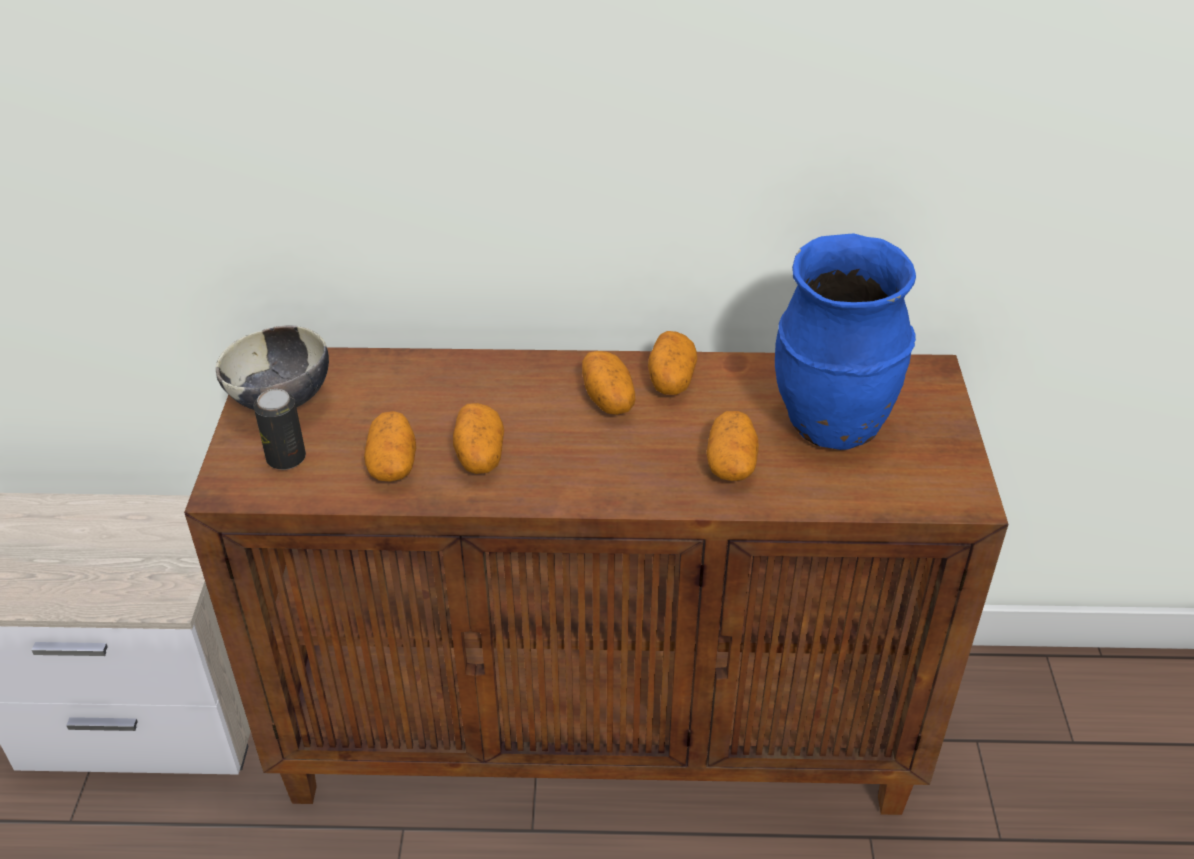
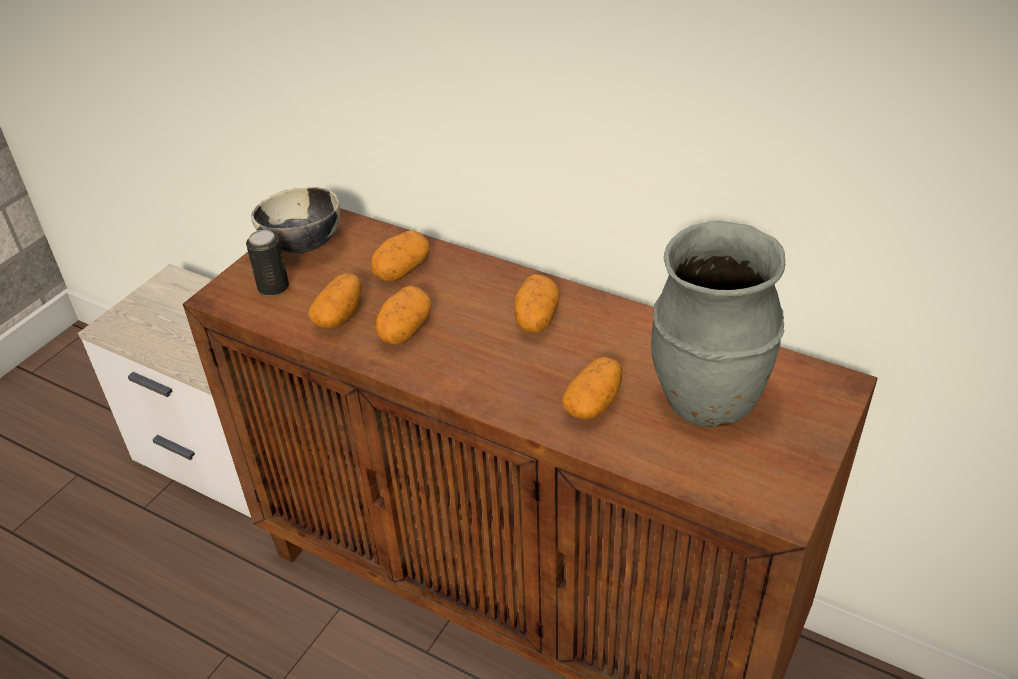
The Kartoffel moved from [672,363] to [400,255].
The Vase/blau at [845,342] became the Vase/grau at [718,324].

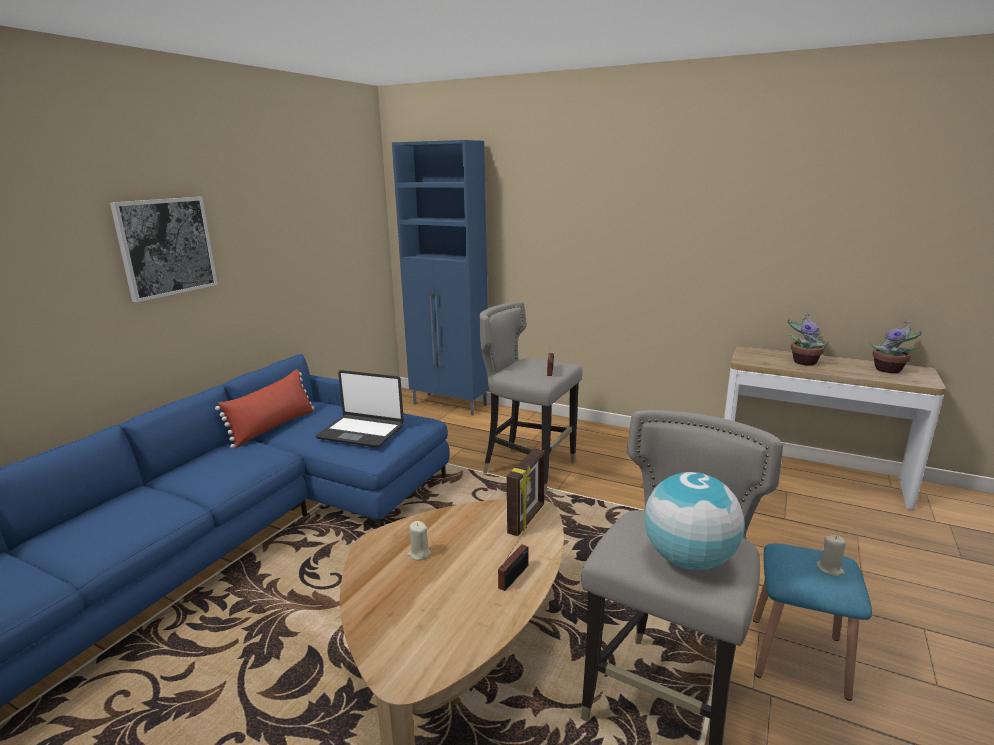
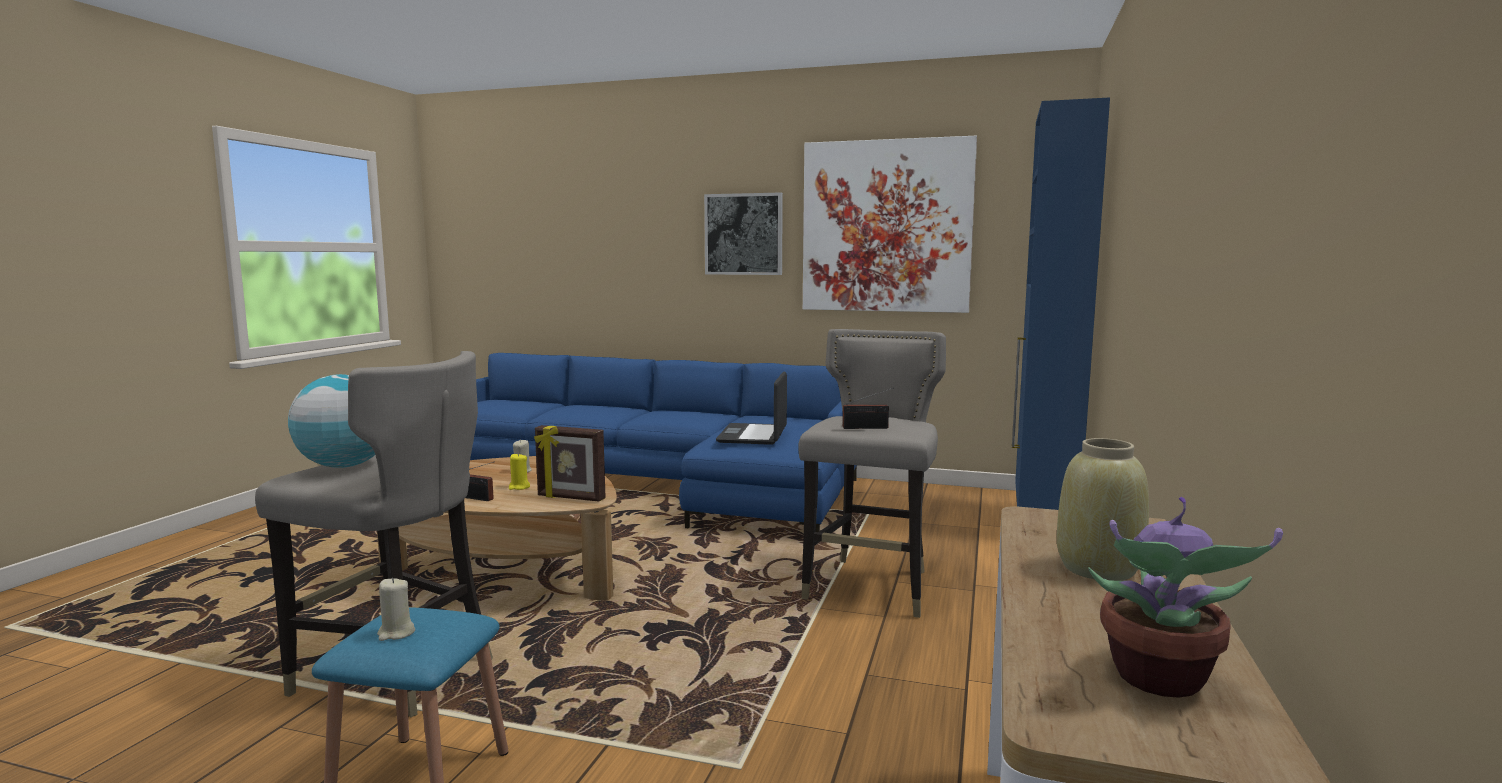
The Kerze/gelb at [519,472] appeared.
The Bild at [890,224] appeared.
The Topfpflanze at [808,340] was replaced by the Vase/beige at [1103,509].
The Kissen/rot at [264,408] disappeared.

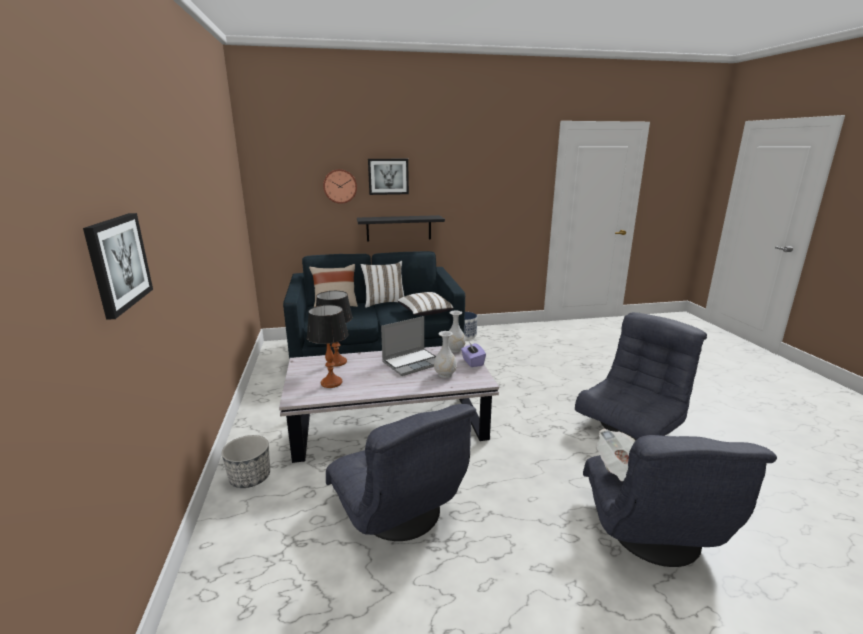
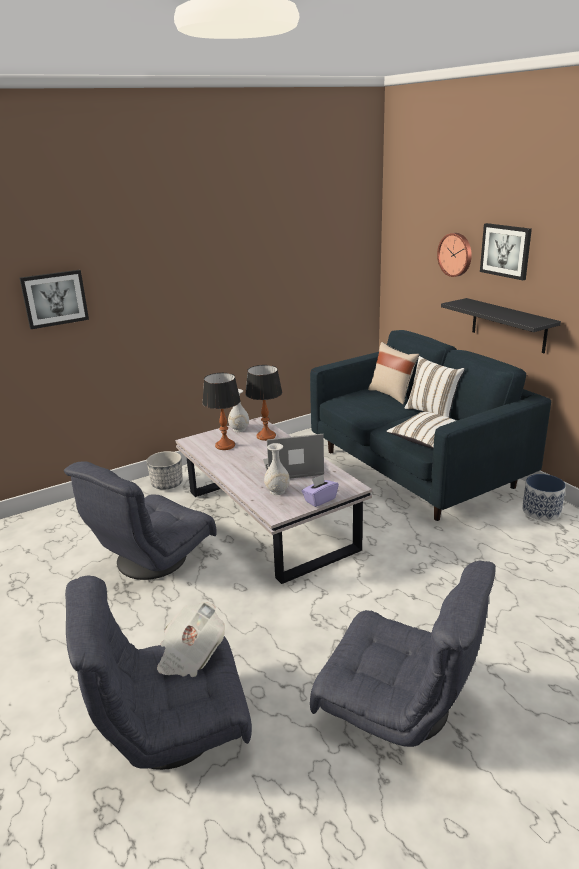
The Vase/weiß moved from [457,331] to [238,410].
The Laptop at [408,346] turned 135 degrees clockwise.

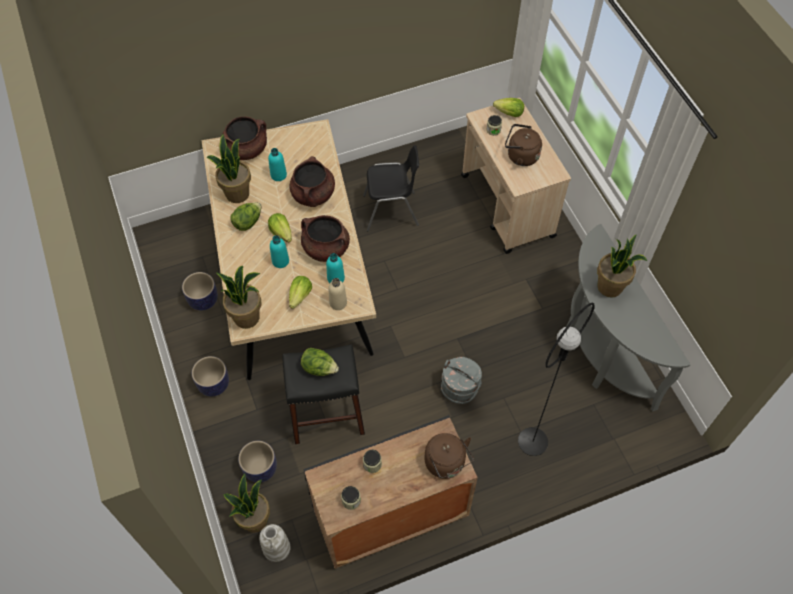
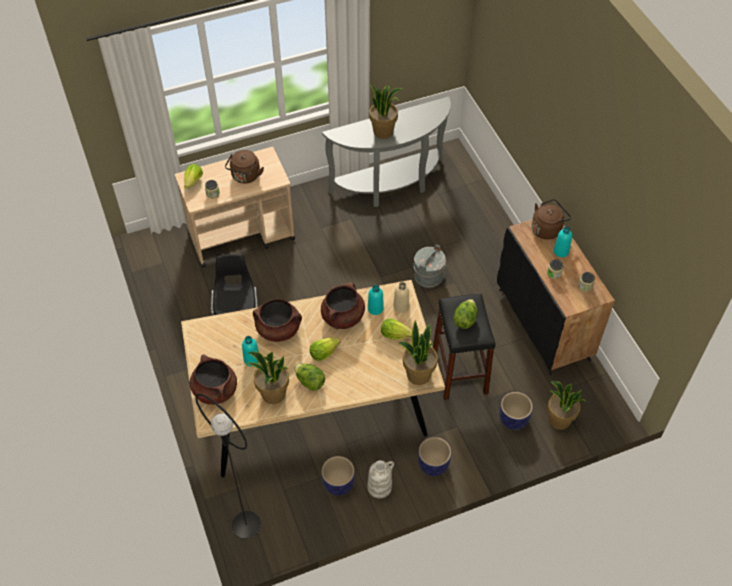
The Stehlampe/schwarz moved from [556,379] to [228,466].
The Vase/weiß moved from [275,543] to [381,479].
The Flasche/türkis moved from [279,251] to [563,241].

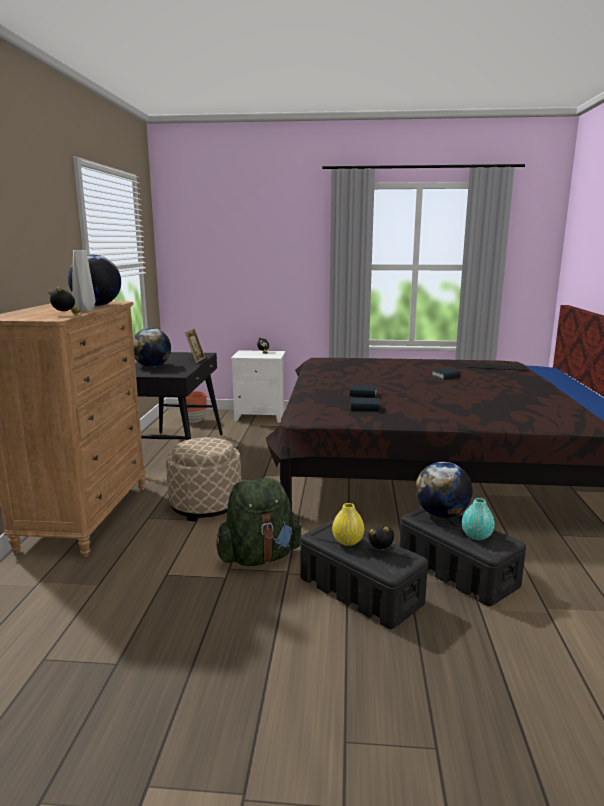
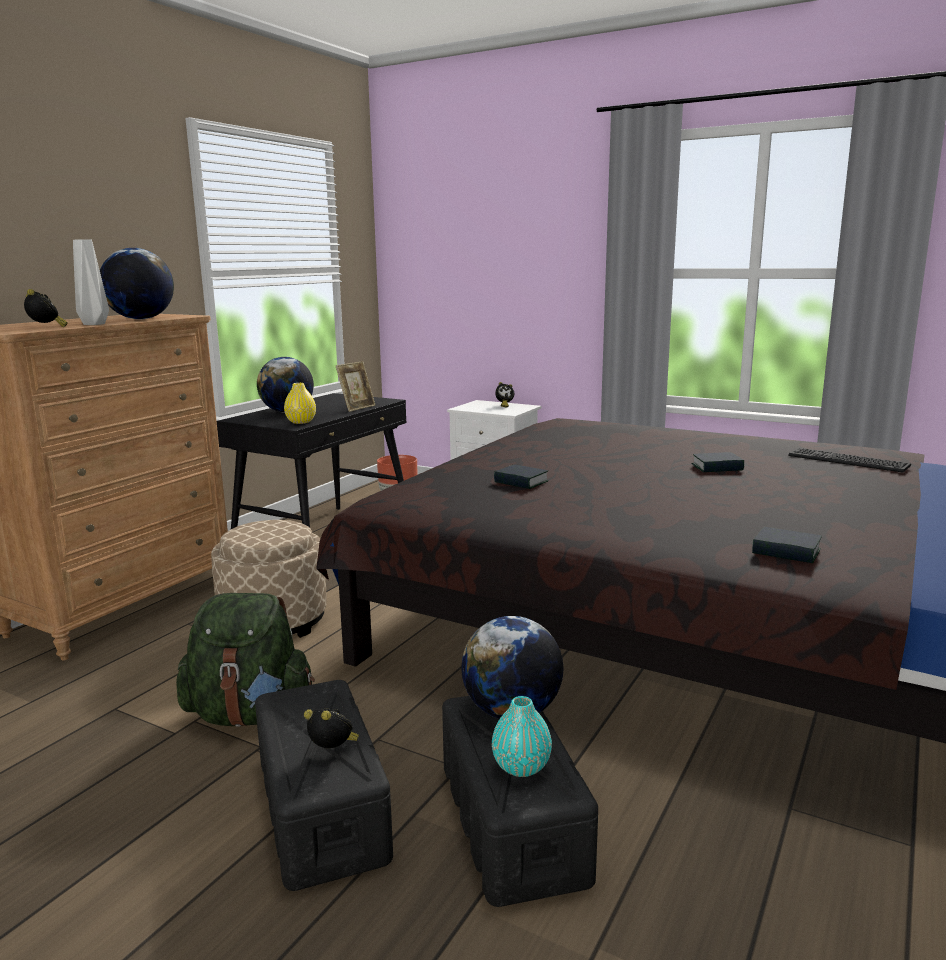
The Vase/gelb moved from [348,524] to [300,403].
The Buch moved from [365,404] to [787,545].

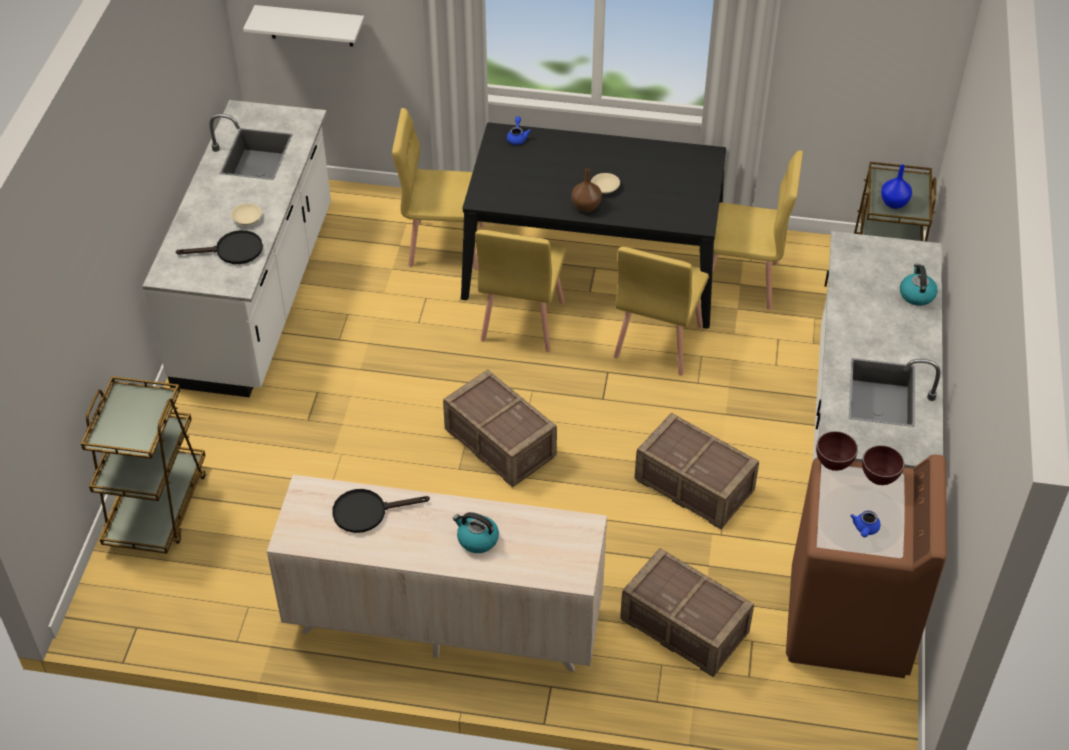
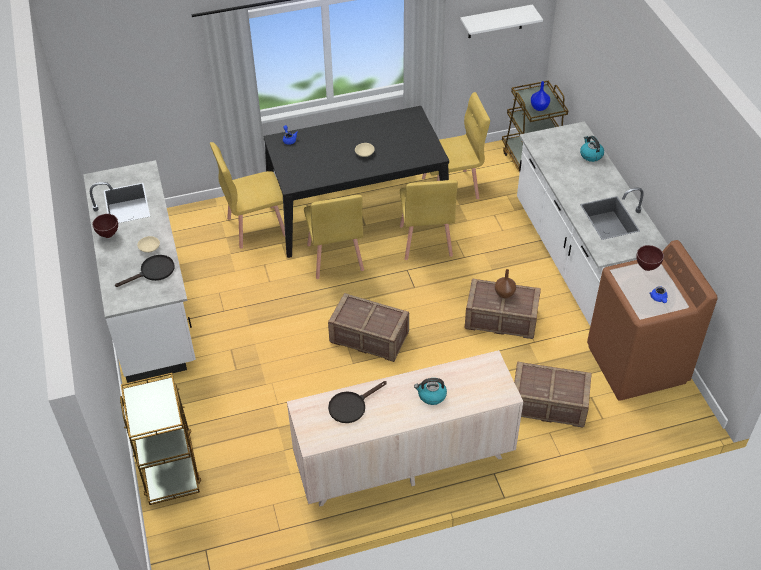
The Schüssel/braun moved from [837,451] to [105,226].
The Wandregal/weiß moved from [303,25] to [501,21].
The Vase/braun moved from [587,190] to [505,283].

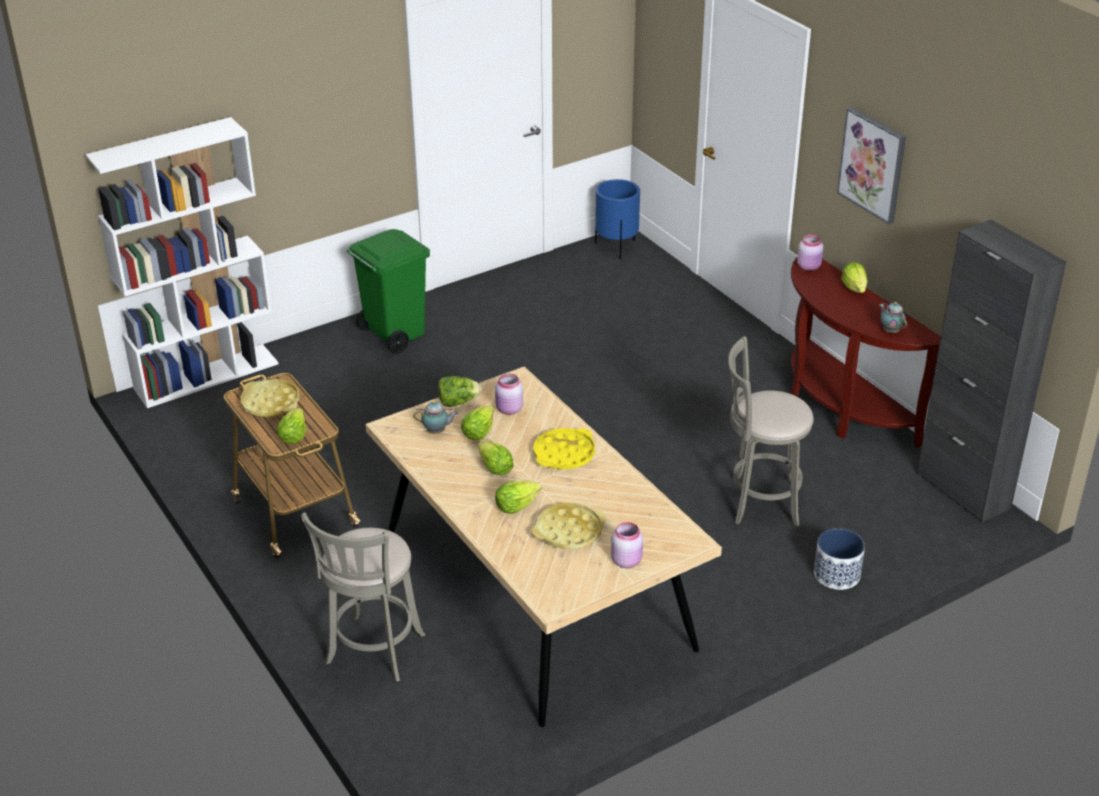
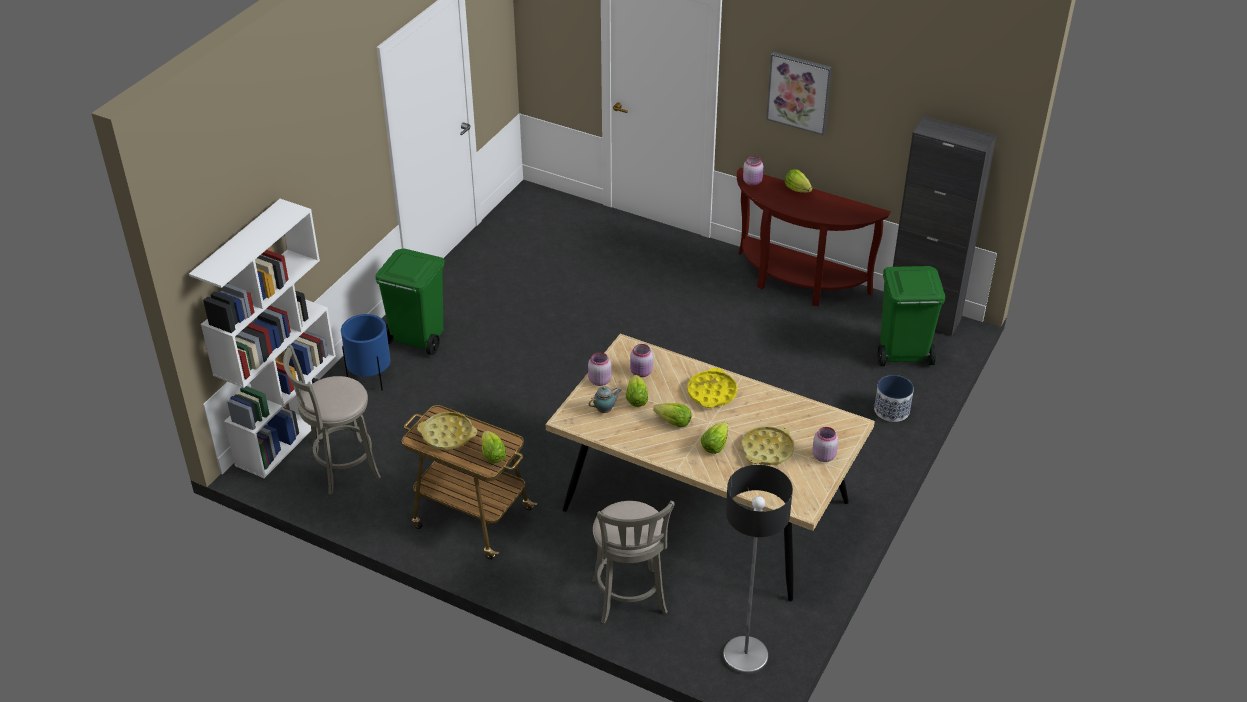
The Hocker/grau moved from [771,431] to [332,419].
The Pflanzkübel/blau moved from [617,219] to [365,352].
The Salatkopf at [460,391] was replaced by the Vorratsglas/rosa at [599,369].
The Stehlampe at [758,569] appeared.
The Mülleimer/grün at [911,316] appeared.
The Teekanne at [893,317] disappeared.

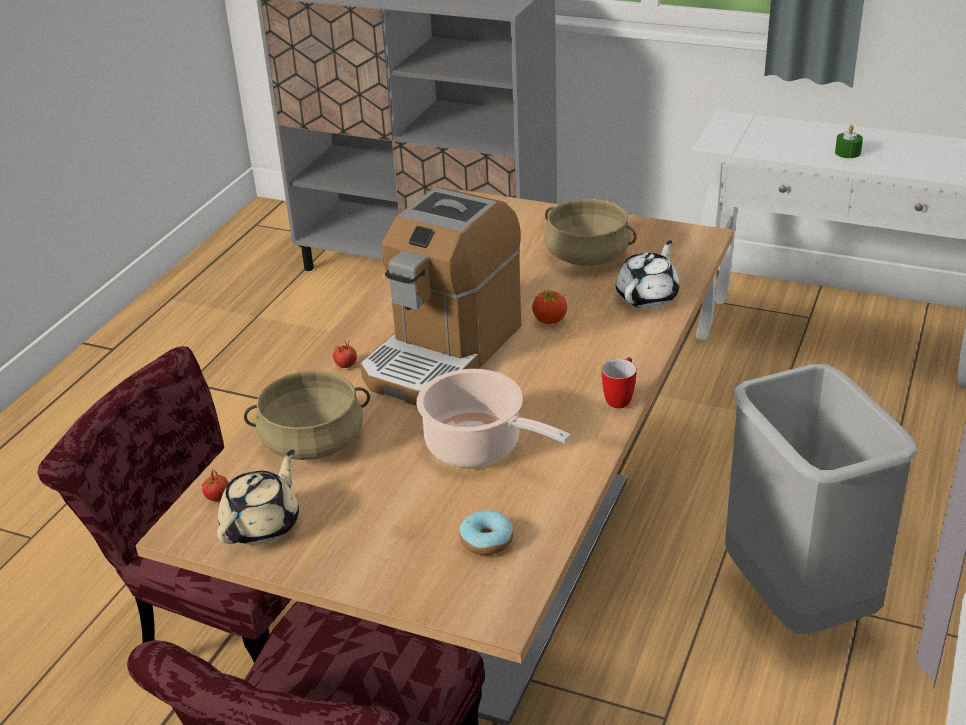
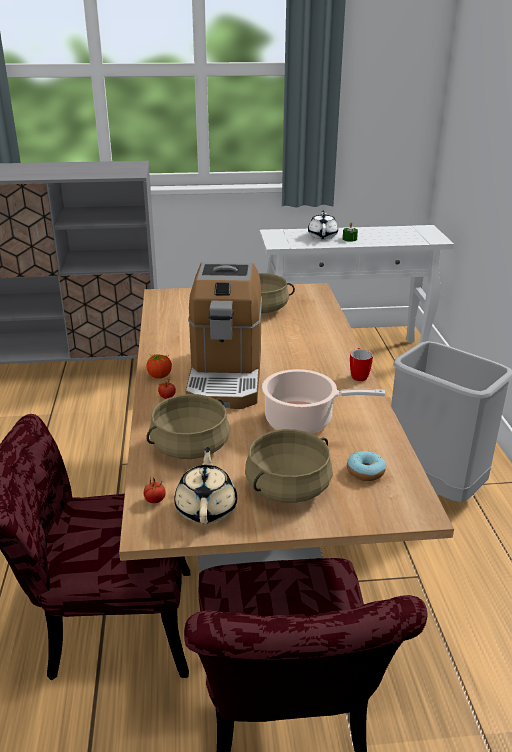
The Tomate moved from [549,306] to [159,366].
The Kochtopf/beige at [289,466] appeared.
The Teekanne/weiß moved from [647,274] to [323,225].

